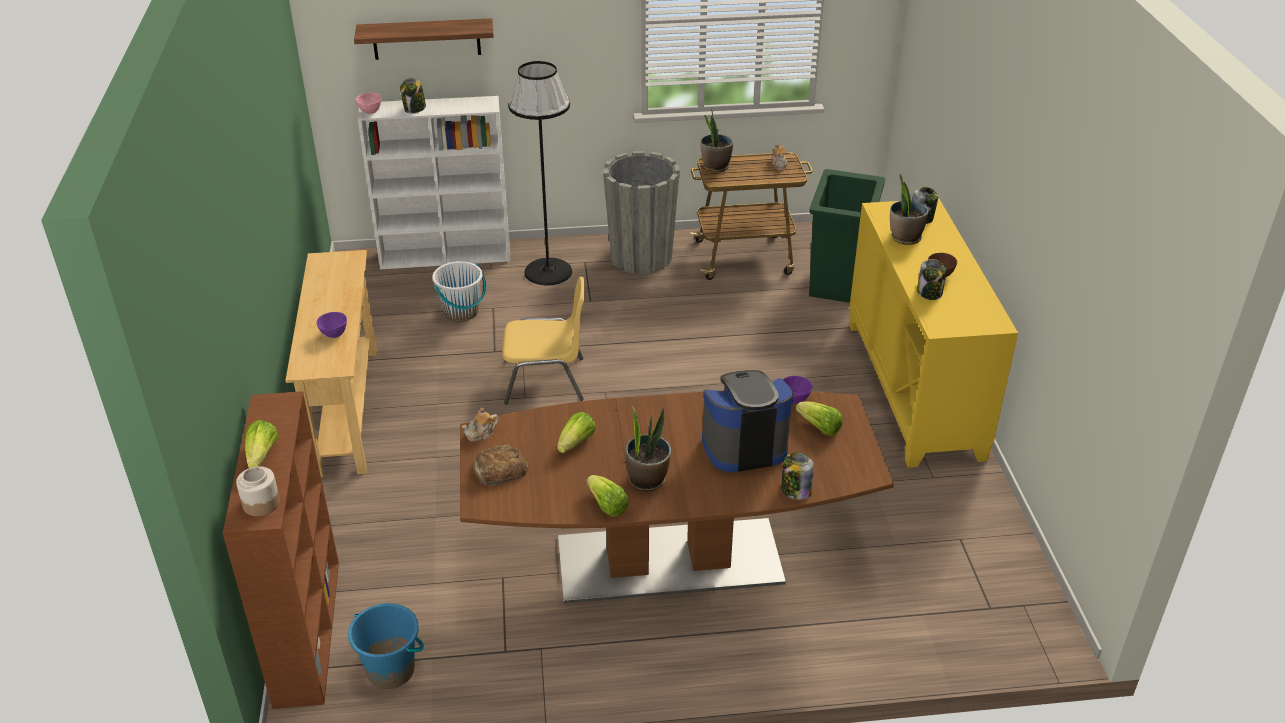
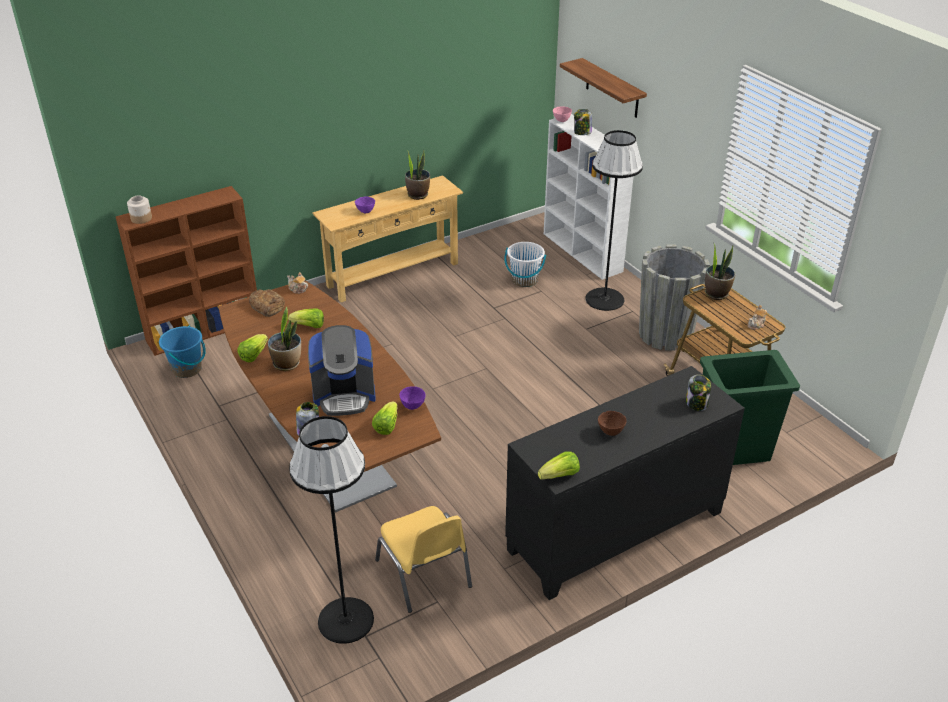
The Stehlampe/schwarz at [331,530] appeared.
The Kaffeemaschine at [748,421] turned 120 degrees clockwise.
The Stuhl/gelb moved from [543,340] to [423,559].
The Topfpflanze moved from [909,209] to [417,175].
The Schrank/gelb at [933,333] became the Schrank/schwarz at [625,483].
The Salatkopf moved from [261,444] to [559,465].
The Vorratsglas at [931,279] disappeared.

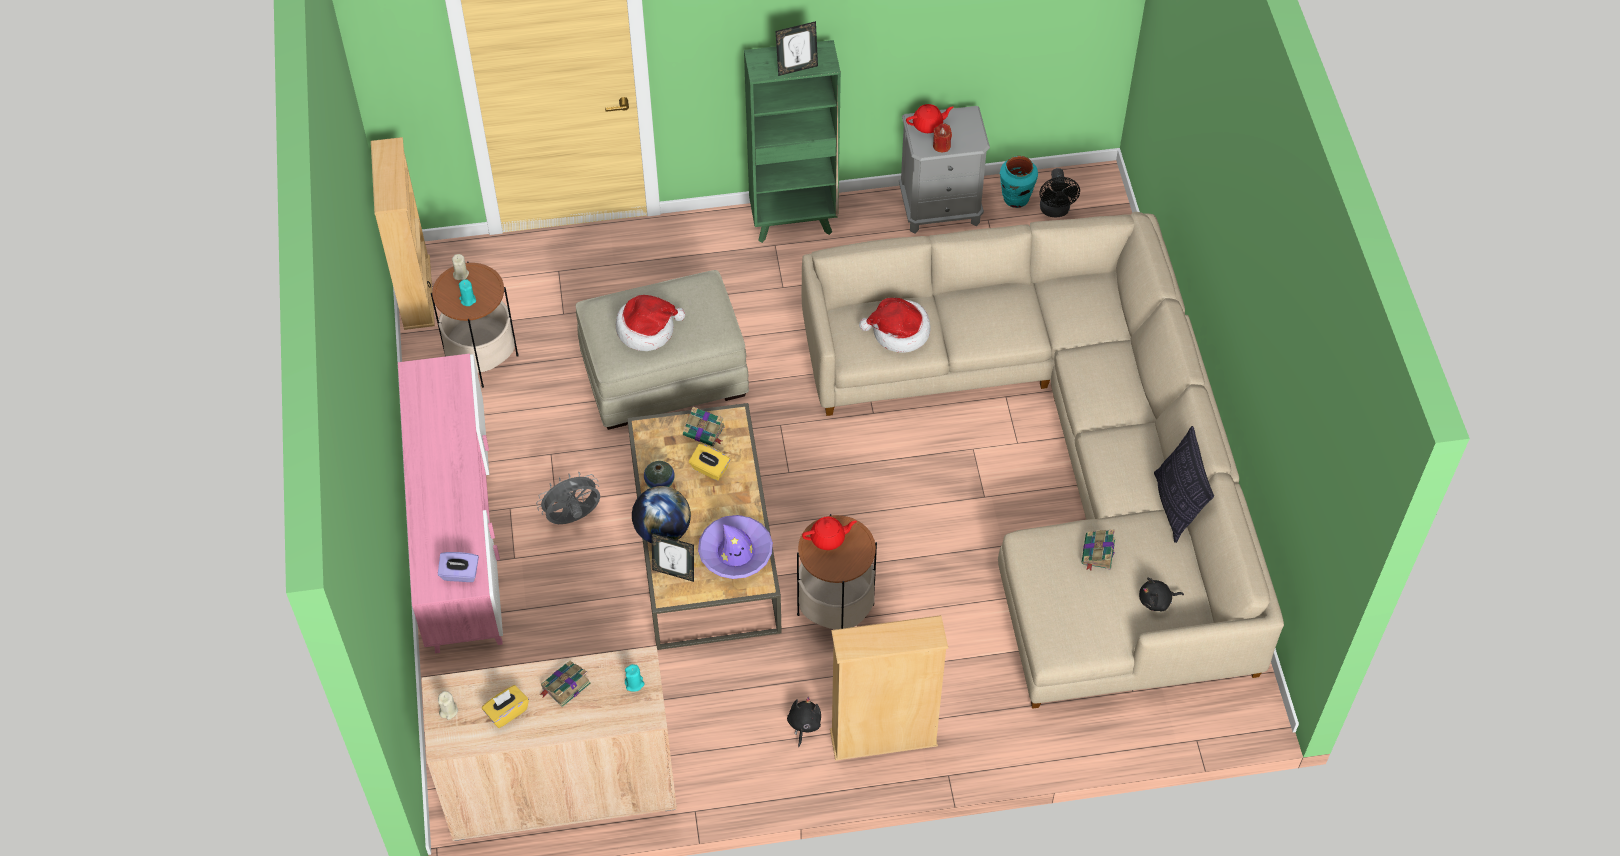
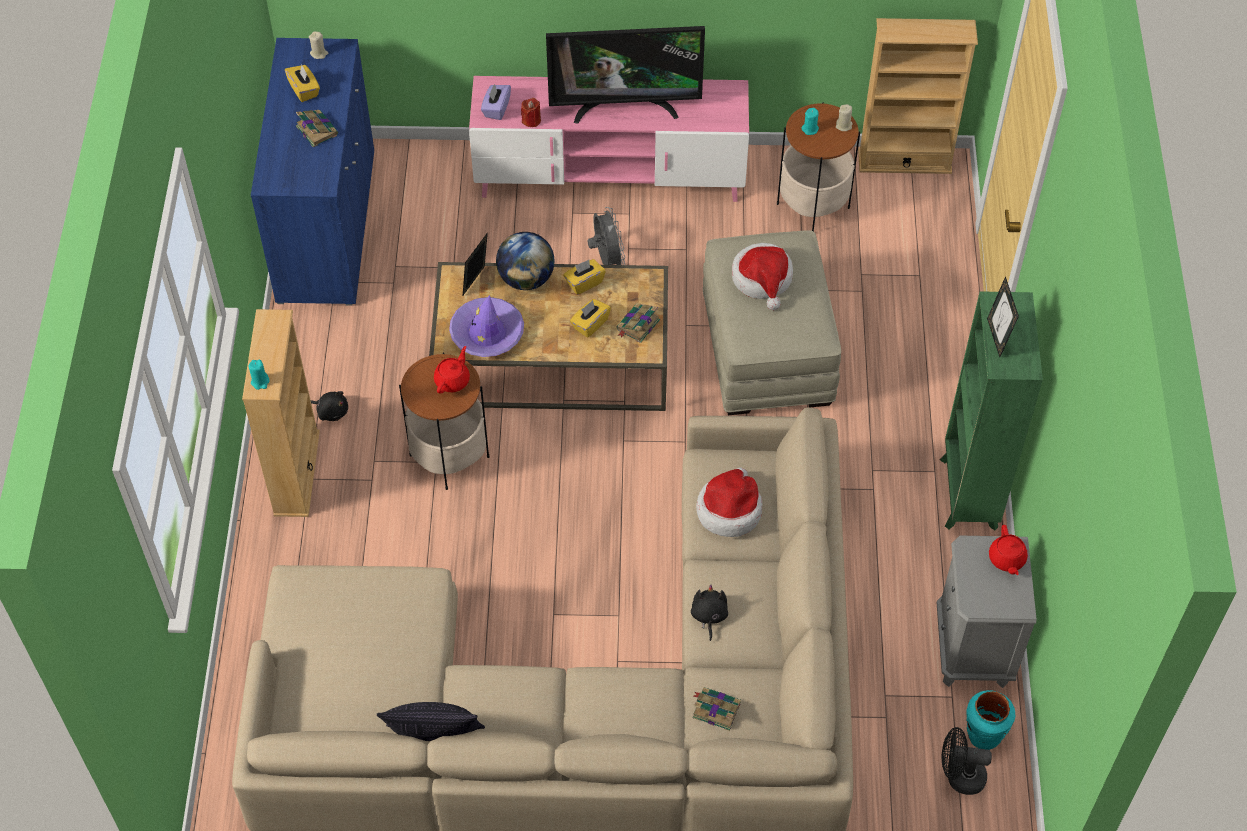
The Kerze/türkis moved from [634,678] to [259,375].
The Schrank/beige at [549,743] became the Schrank/blau at [312,171].
The Teekanne/rot at [829,533] turned 150 degrees counterclockwise.
The Kerze/rot moved from [942,137] to [531,112].
The Fernseher at [625,75] appeared.
The Vase at [659,474] was replaced by the Taschentuchbox/gelb at [584,277].
The Plüschtier/schwarz moved from [1161,594] to [709,613].
The Buch moved from [1098,549] to [717,709].

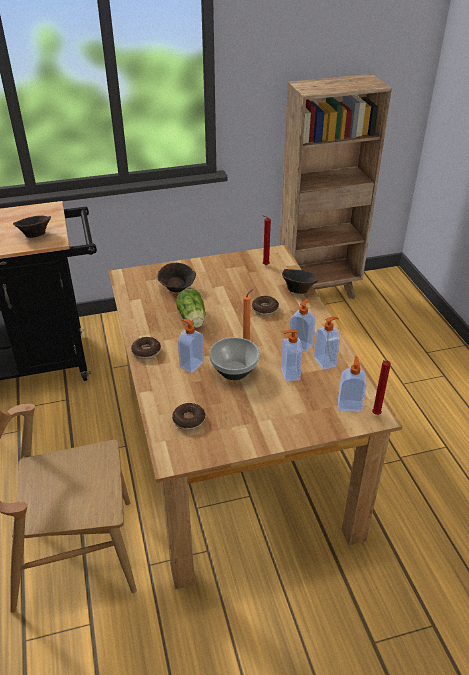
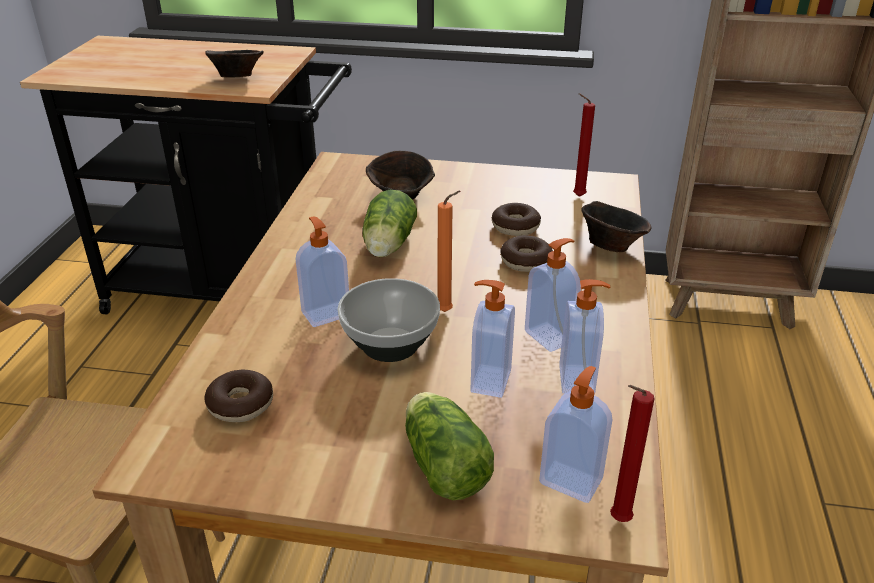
The Salatkopf at [449,446] appeared.
The Donut moved from [146,348] to [516,219].

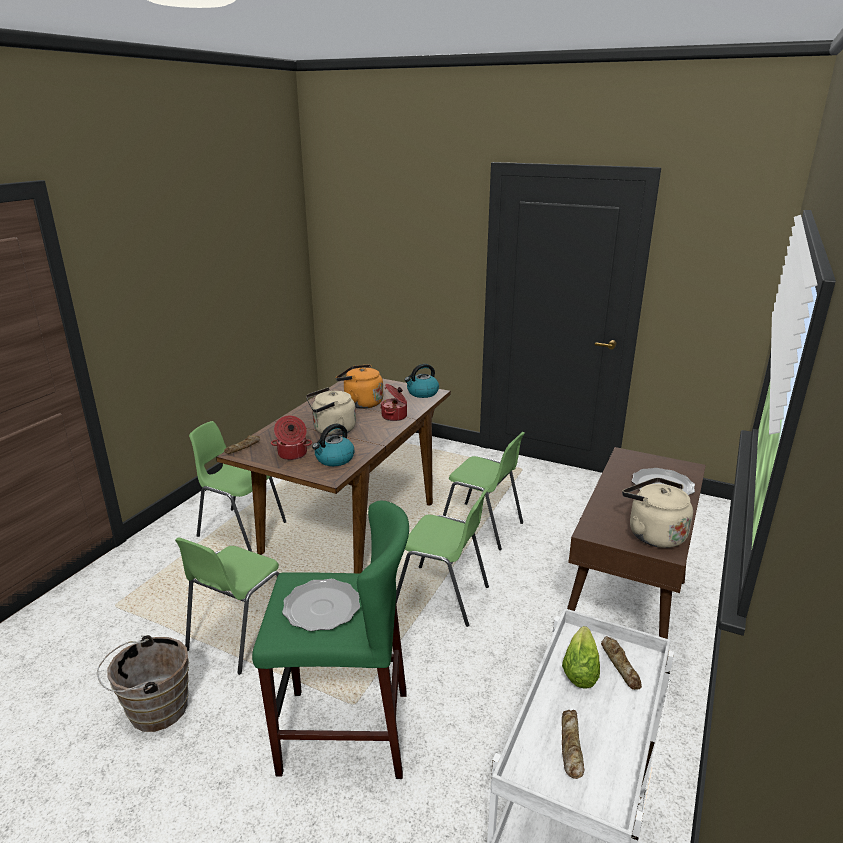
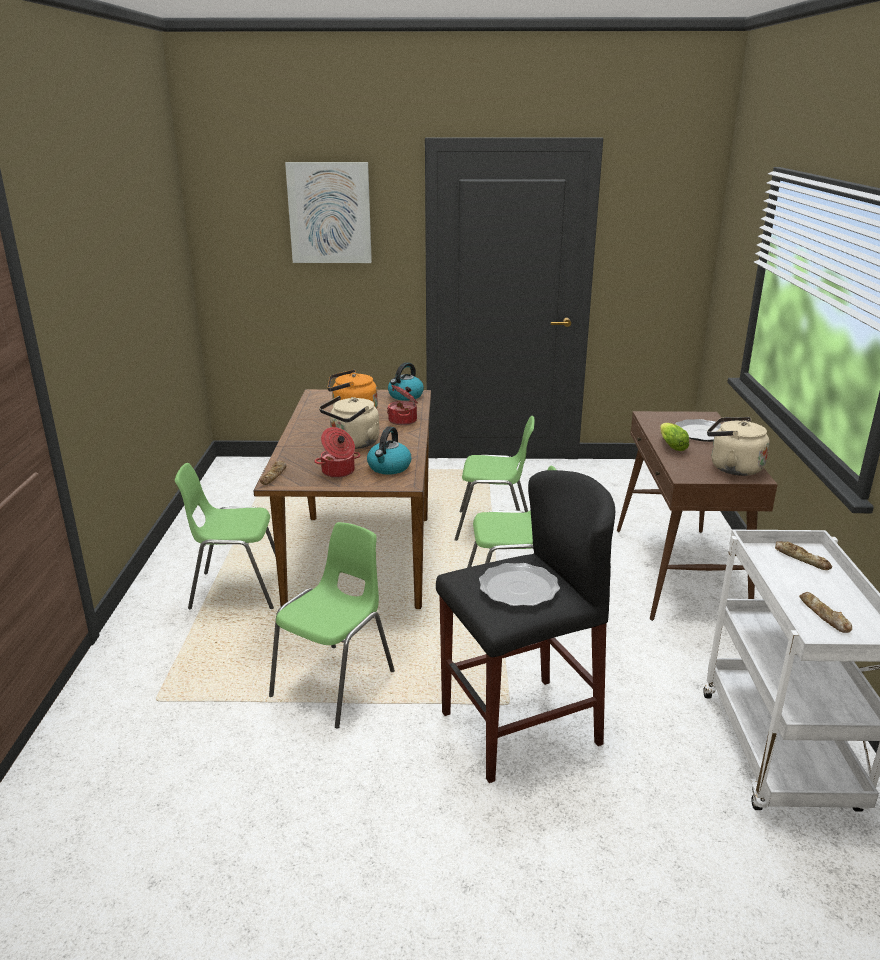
The Stuhl/grün at [227,606] turned 150 degrees counterclockwise.
The Bild at [328,212] appeared.
The Hocker/grün at [330,639] became the Hocker/schwarz at [525,626].
The Salatkopf moved from [581,657] to [674,437].
The Eimer/braun at [143,683] disappeared.

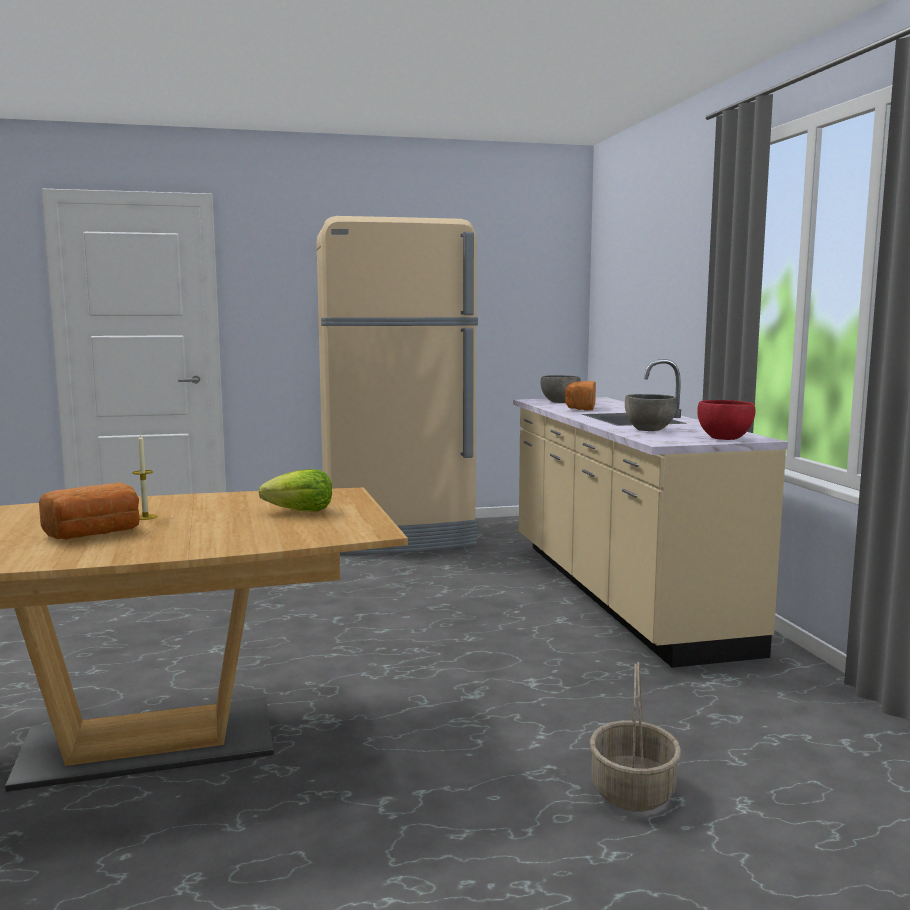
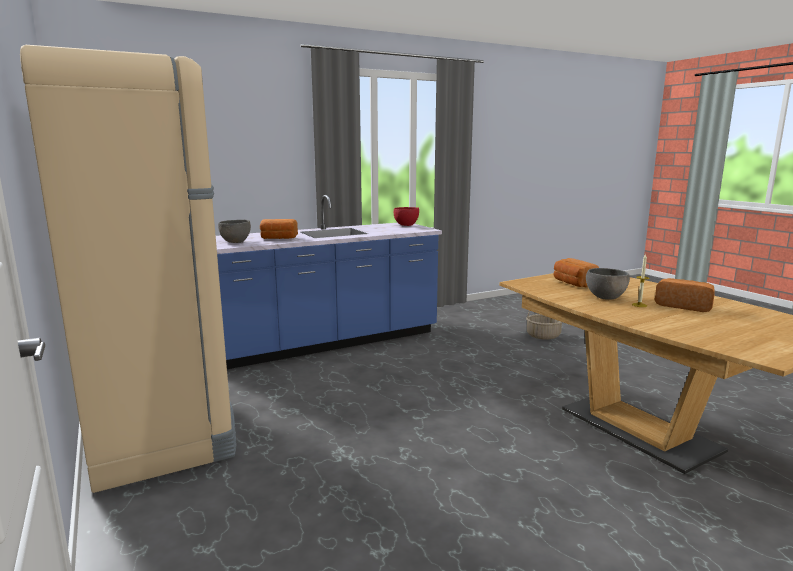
The Küchenzeile/beige at [650,513] became the Küchenzeile/blau at [329,282].
The Salatkopf at [295,490] was replaced by the Brot at [576,272].
The Schüssel/grau moved from [651,412] to [608,284].

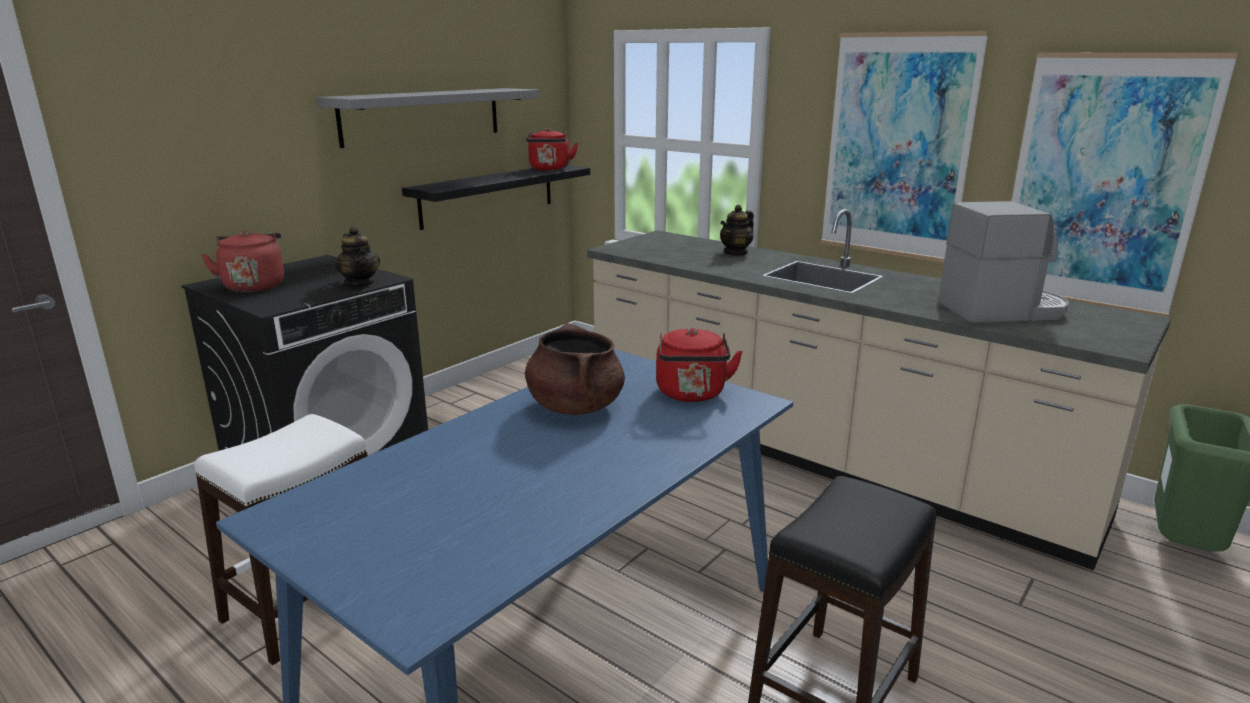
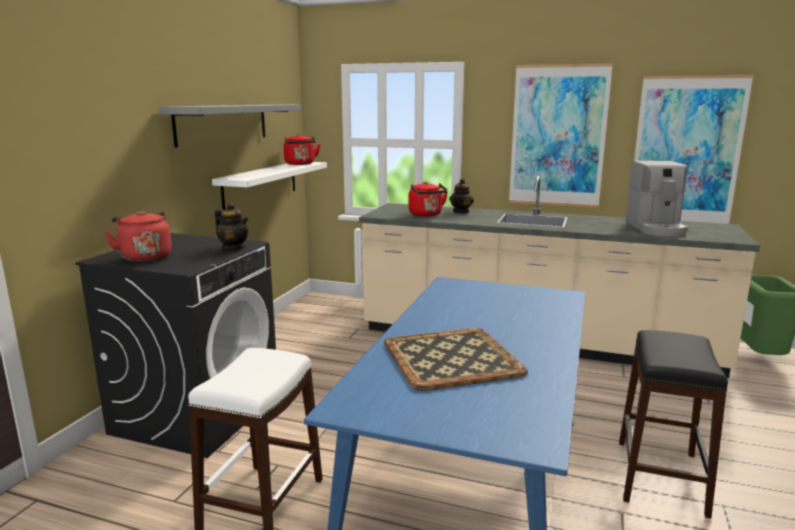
The Wandregal/schwarz at [496,197] became the Wandregal/weiß at [269,186].
The Tablett at [456,359] appeared.
The Wasserkessel/rot moved from [699,365] to [428,199].
The Kaffeemaschine at [1003,262] turned 120 degrees clockwise.
The Kochtopf/braun at [575,369] disappeared.

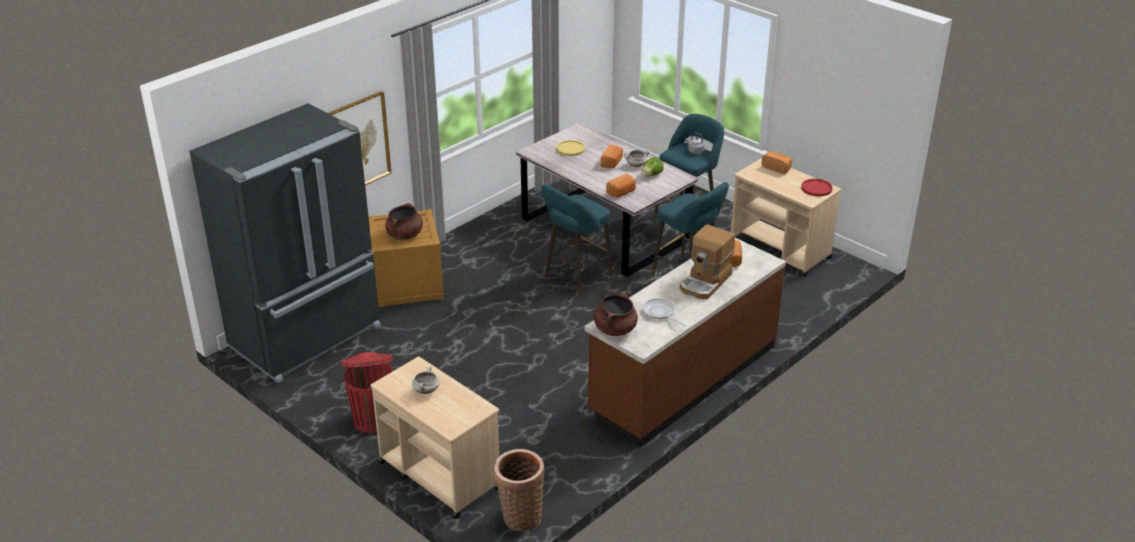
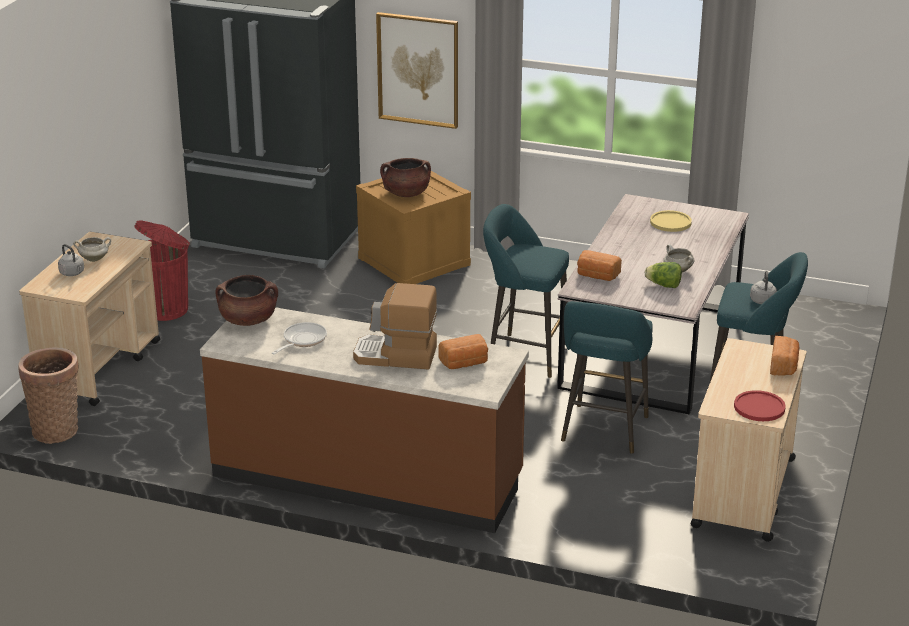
The Wasserkessel/grau at [71,260] appeared.
The Brot at [612,156] disappeared.

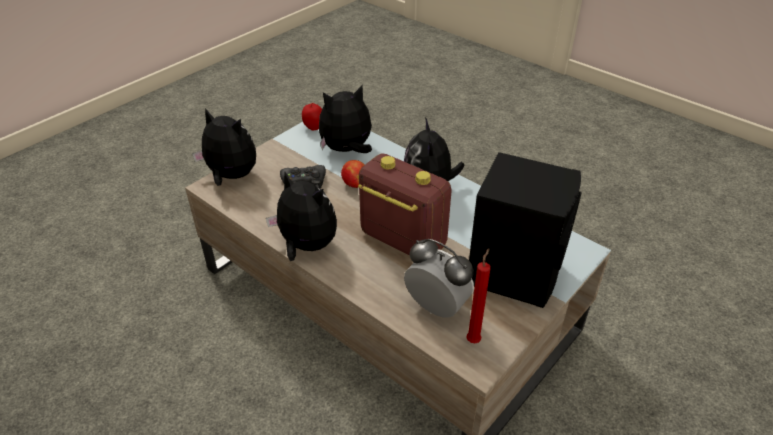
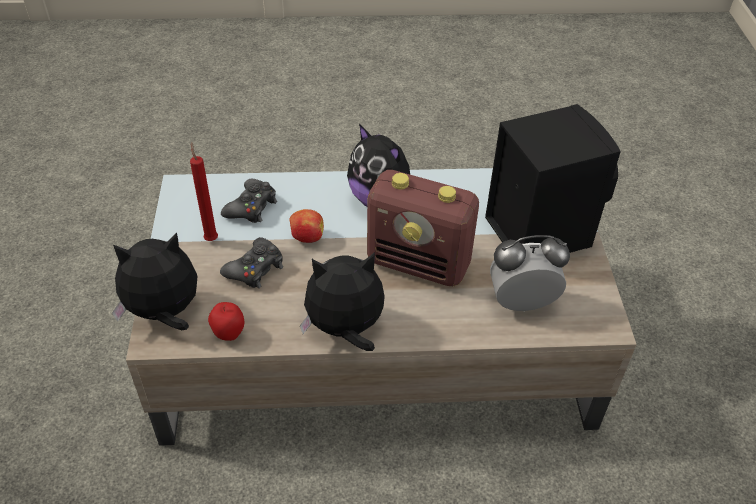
The Kerze/rot moved from [478,295] to [204,191].
The Apfel moved from [312,117] to [226,321].
The Plüschtier at [345,119] was replaced by the Gamepad/schwarz at [249,201].
The Radio at [405,204] turned 150 degrees counterclockwise.

